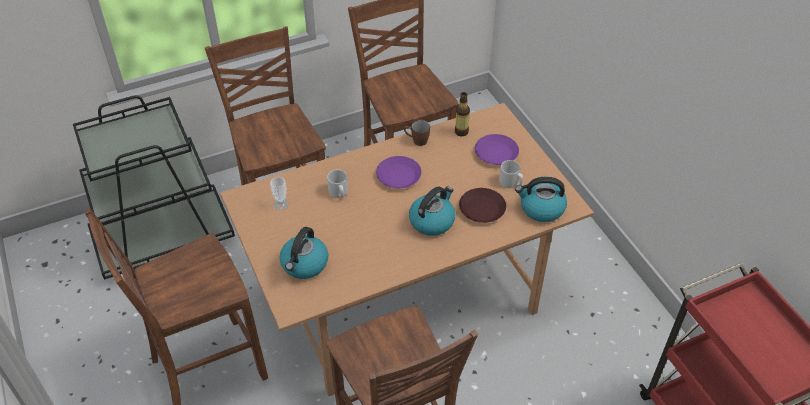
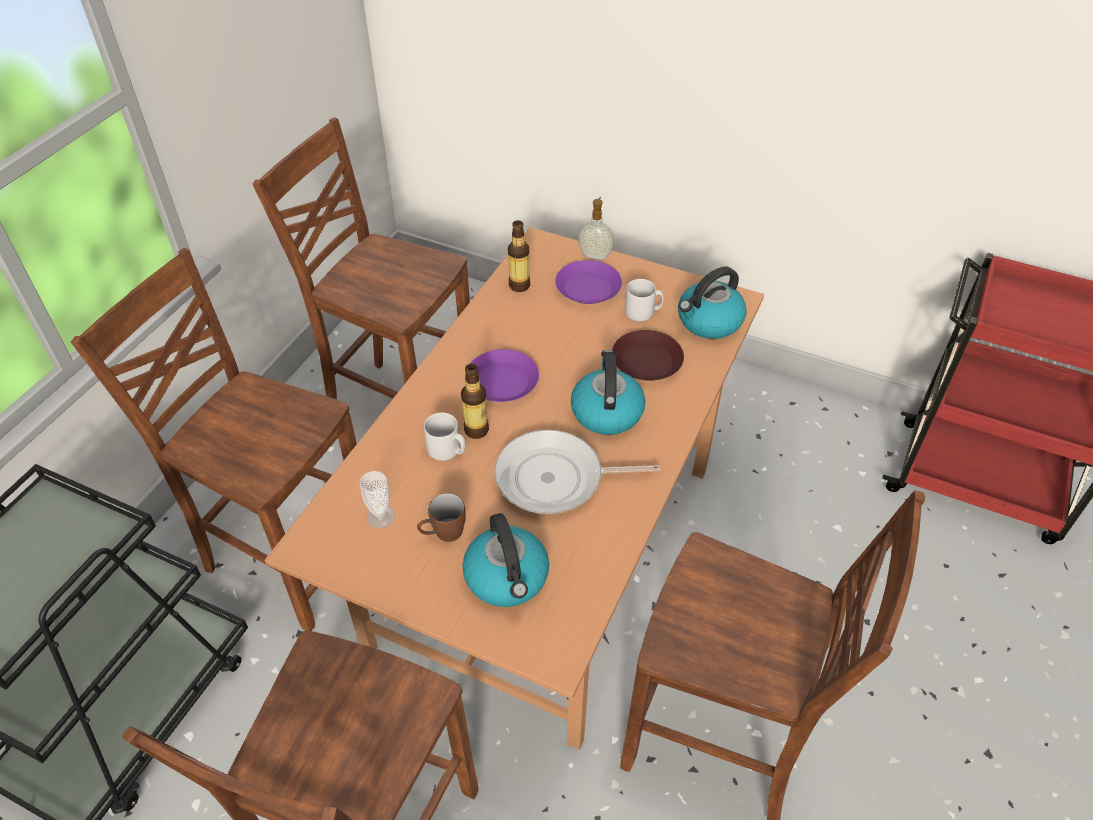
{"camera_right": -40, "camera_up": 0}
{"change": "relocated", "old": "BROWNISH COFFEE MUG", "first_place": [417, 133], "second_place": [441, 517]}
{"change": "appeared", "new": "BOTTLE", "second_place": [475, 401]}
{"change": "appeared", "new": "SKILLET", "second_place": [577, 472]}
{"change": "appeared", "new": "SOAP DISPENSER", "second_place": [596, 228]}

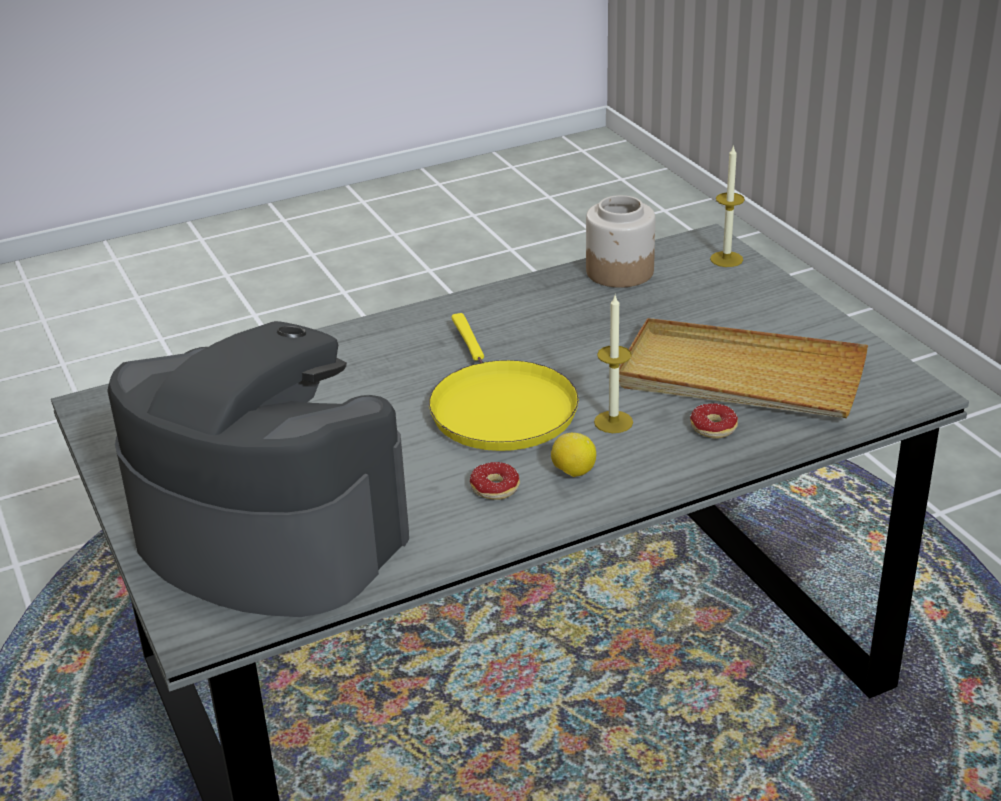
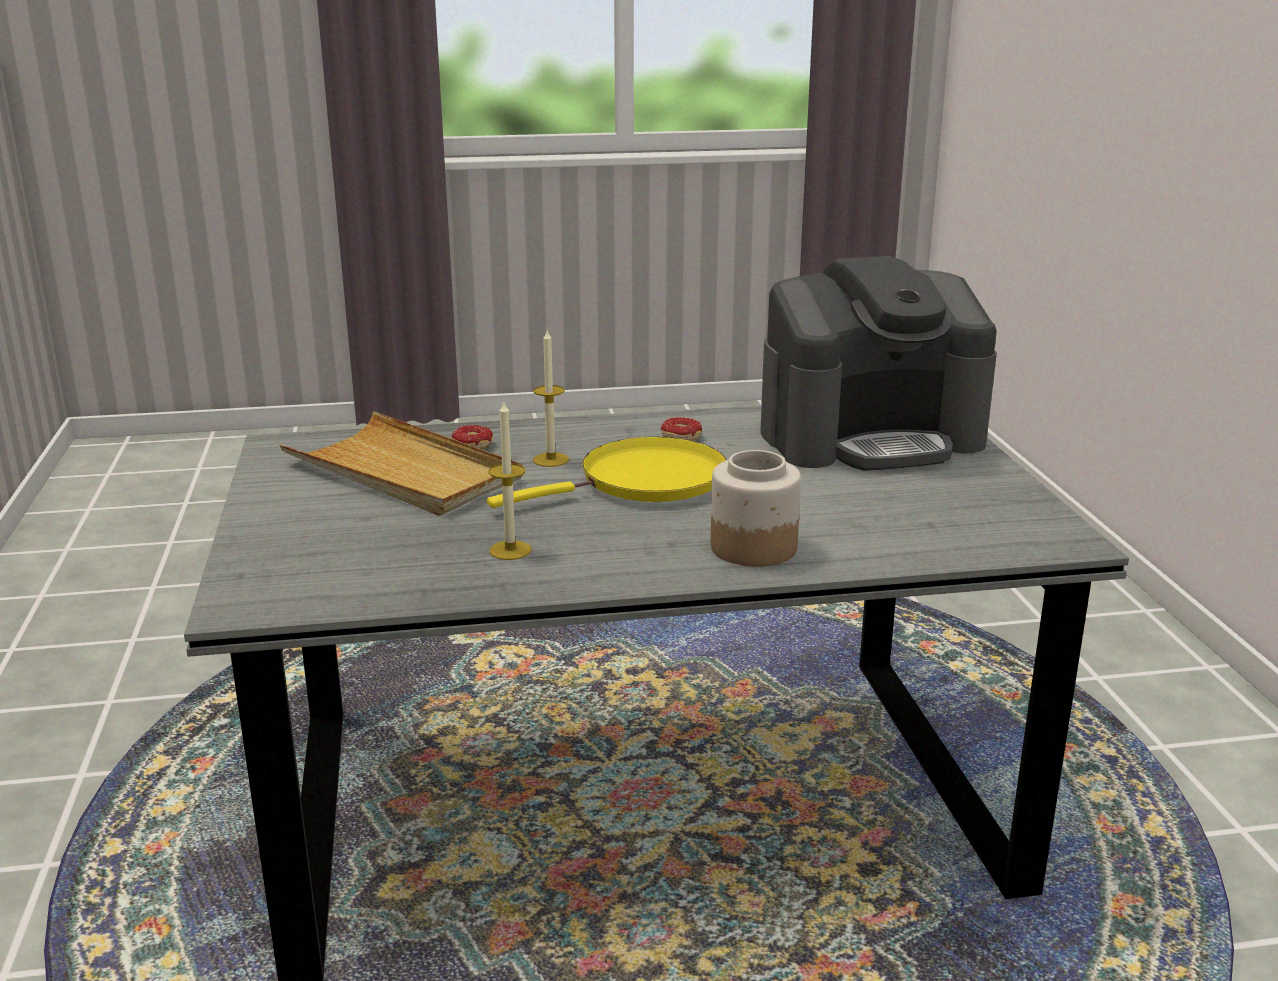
{"camera_right": -165, "camera_up": -10}
{"change": "spun", "old": "COFFEE BREWER", "first_place": [258, 469], "second_place": [878, 363], "degrees": -60}
{"change": "spun", "old": "YELLOW-COLOURED SKILLET", "first_place": [504, 382], "second_place": [606, 472], "degrees": 60}
{"change": "missing", "old": "LEMON", "first_place": [573, 455]}
{"change": "relocated", "old": "PRESERVE JAR", "first_place": [620, 241], "second_place": [756, 508]}
{"change": "relocated", "old": "CANDLE", "first_place": [727, 206], "second_place": [510, 481]}

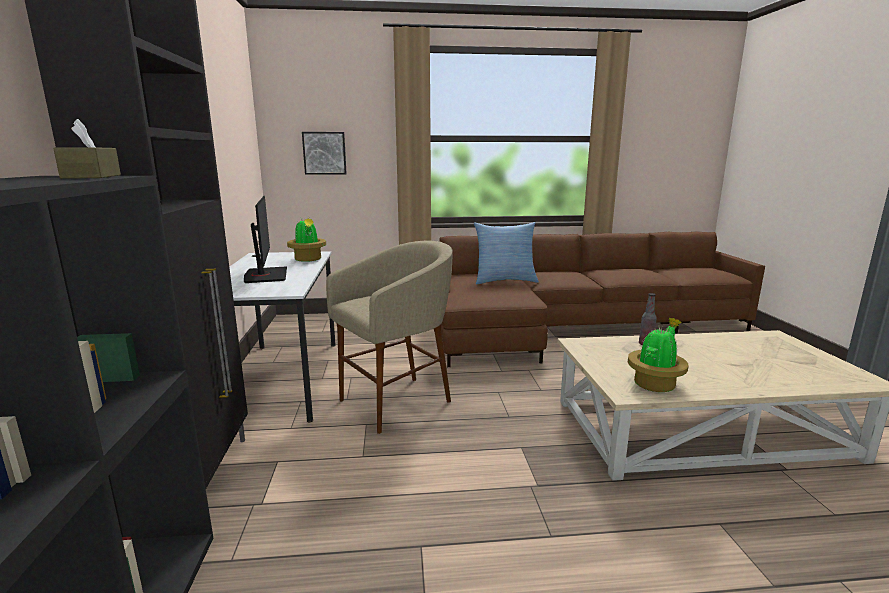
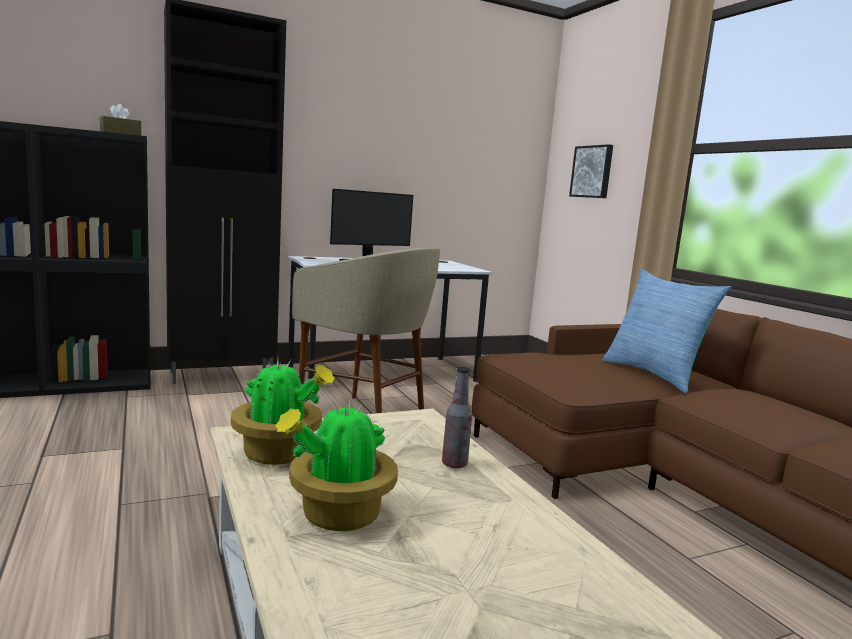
{"camera_right": 70, "camera_up": -5}
{"change": "relocated", "old": "HOUSEPLANT", "first_place": [306, 240], "second_place": [336, 463]}

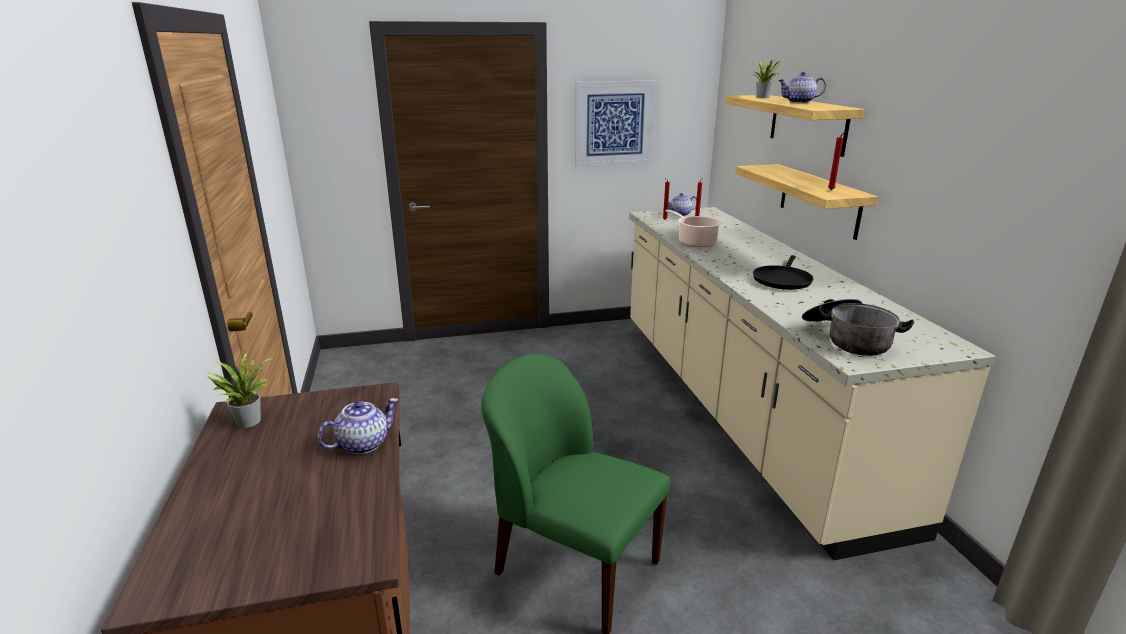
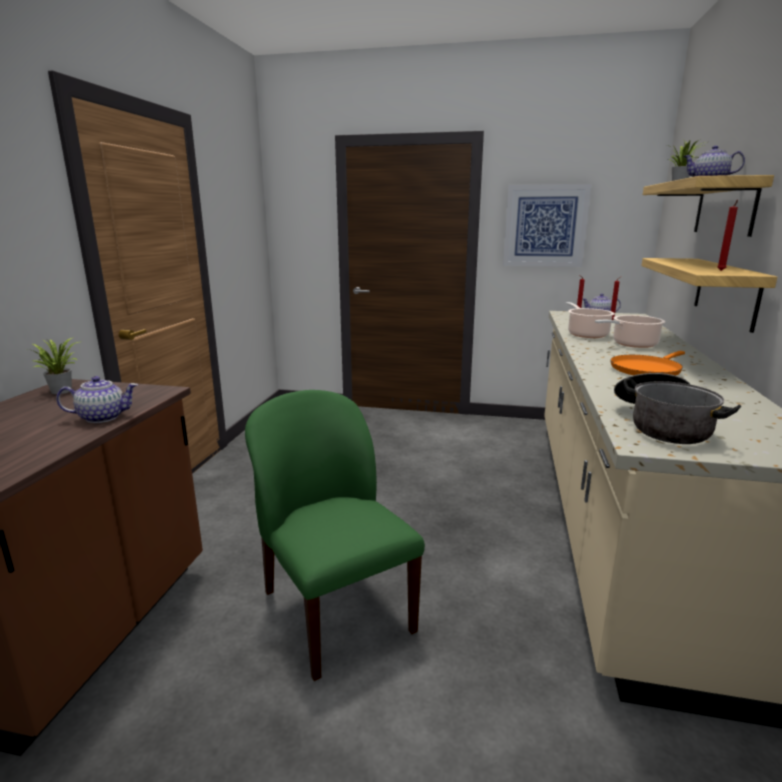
{"camera_right": 25, "camera_up": -5}
{"change": "colour", "old": "BLACKISH SKILLET", "new": "ORANGE-COLOURED SKILLET", "first_place": [783, 272], "second_place": [647, 363]}
{"change": "appeared", "new": "COOKING POT", "second_place": [630, 331]}

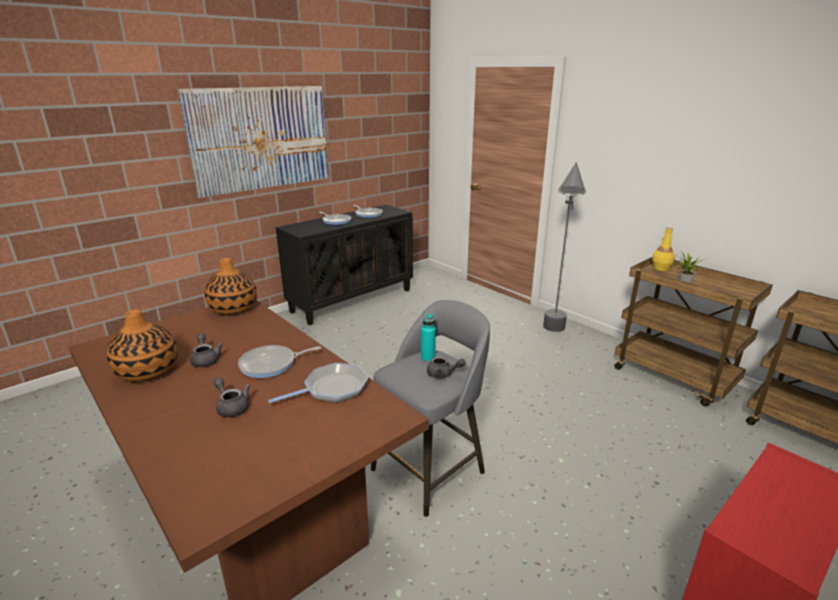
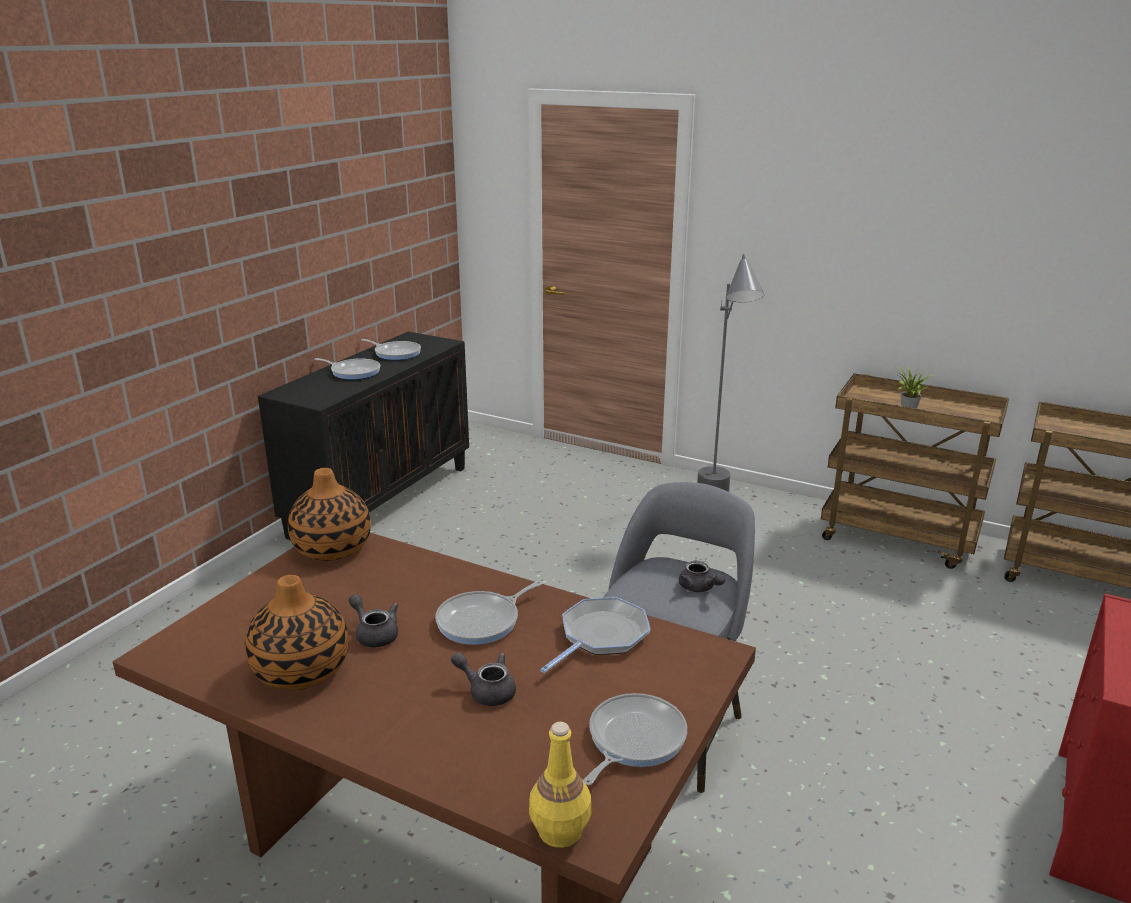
{"camera_right": -20, "camera_up": 0}
{"change": "missing", "old": "PICTURE", "first_place": [253, 142]}
{"change": "missing", "old": "BLUE-GREEN BOTTLE", "first_place": [428, 338]}
{"change": "spun", "old": "GRAY POT FOR TEA", "first_place": [446, 367], "second_place": [702, 576], "degrees": 60}
{"change": "relocated", "old": "YELLOW-COLOURED BOTTLE", "first_place": [663, 249], "second_place": [560, 785]}
{"change": "appeared", "new": "SKILLET", "second_place": [635, 739]}

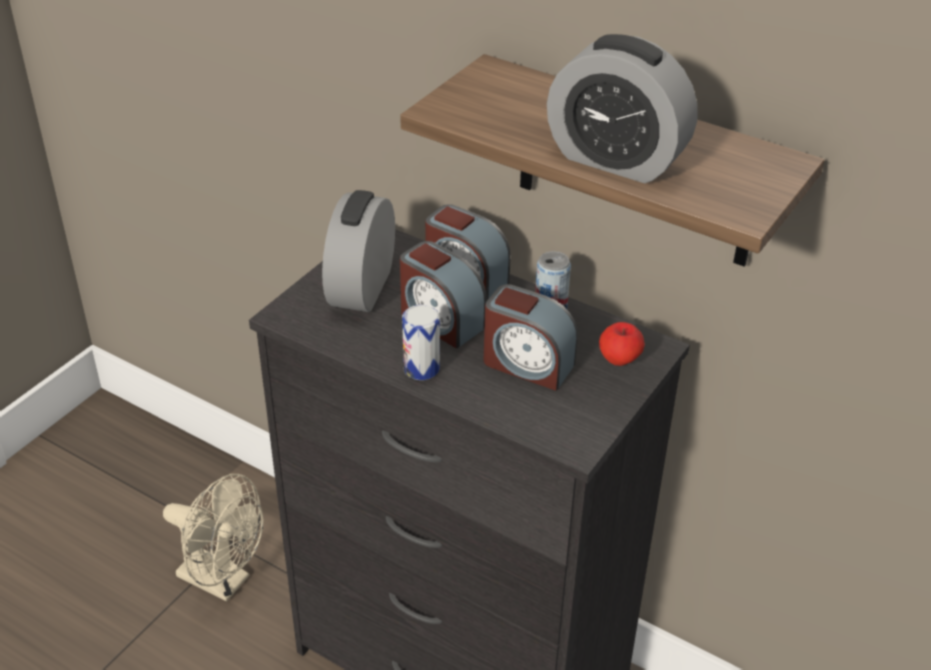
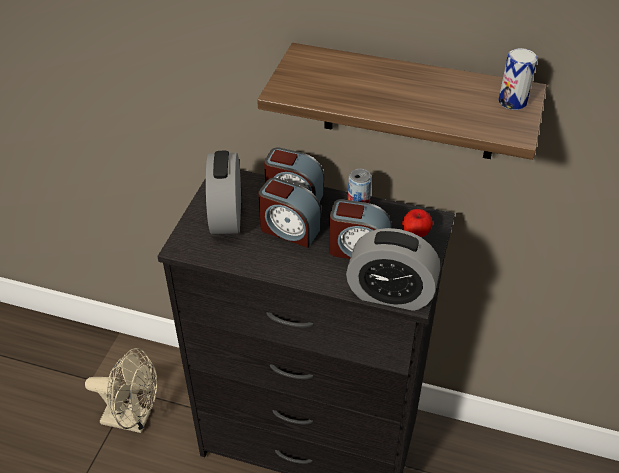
{"camera_right": -15, "camera_up": 5}
{"change": "relocated", "old": "CAN", "first_place": [421, 342], "second_place": [518, 79]}
{"change": "relocated", "old": "ALARM CLOCK", "first_place": [622, 108], "second_place": [393, 269]}

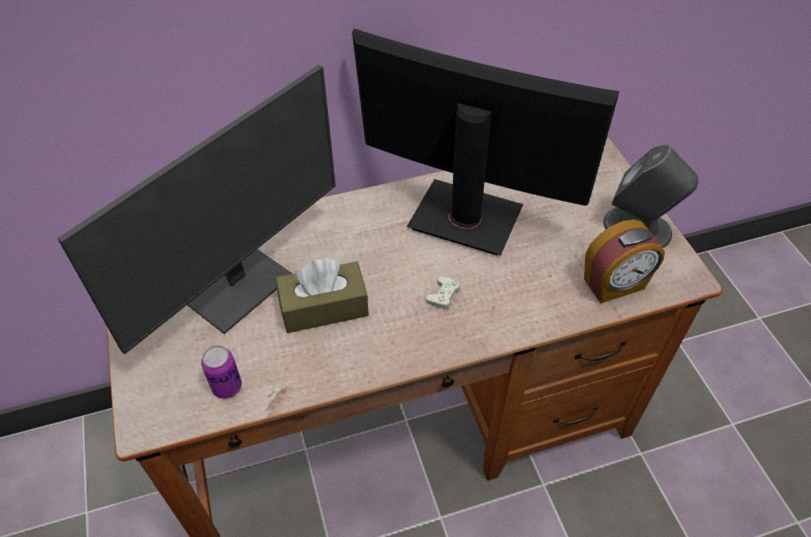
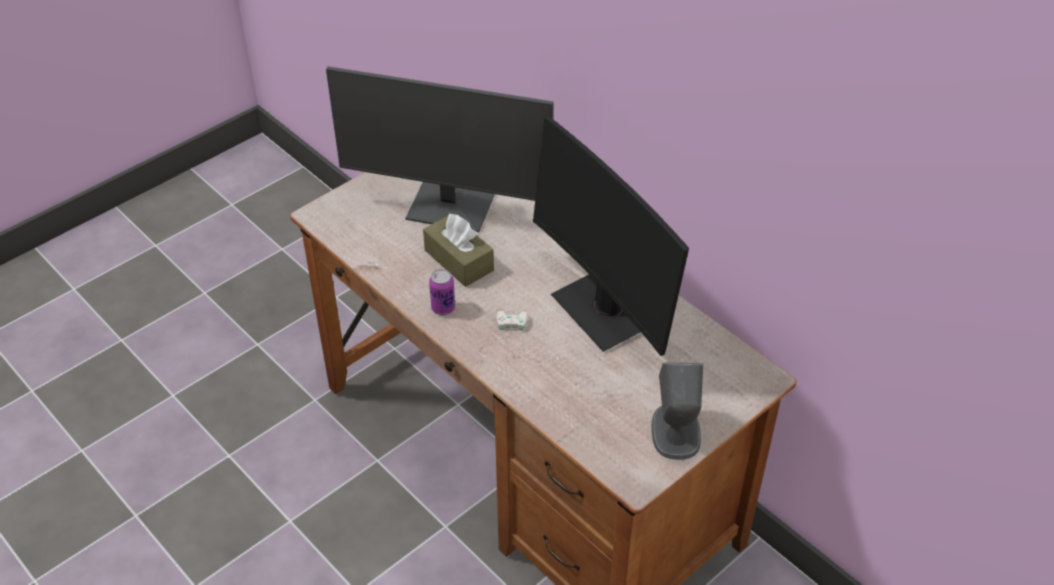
{"camera_right": 65, "camera_up": -5}
{"change": "relocated", "old": "CAN", "first_place": [221, 372], "second_place": [442, 292]}
{"change": "spun", "old": "COMPUTER SCREEN", "first_place": [485, 142], "second_place": [611, 236], "degrees": 150}
{"change": "missing", "old": "ALARM CLOCK", "first_place": [624, 261]}

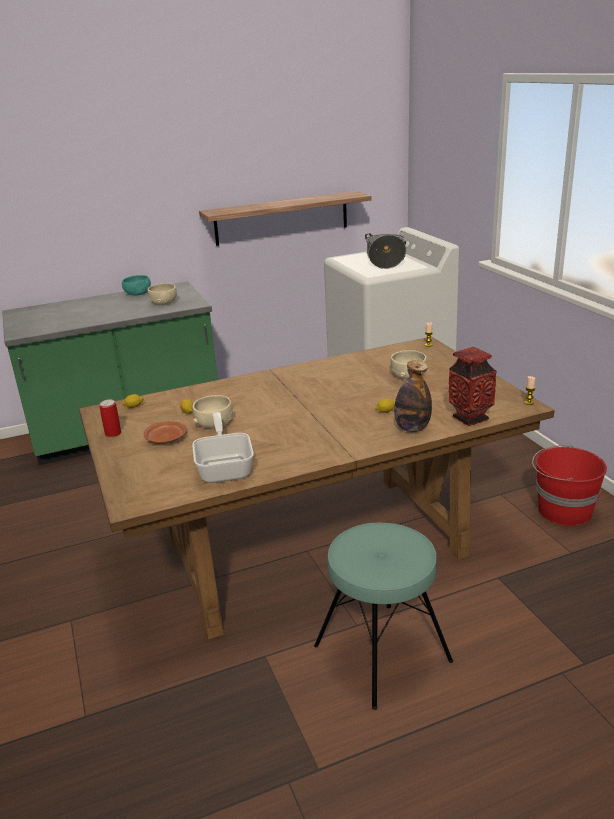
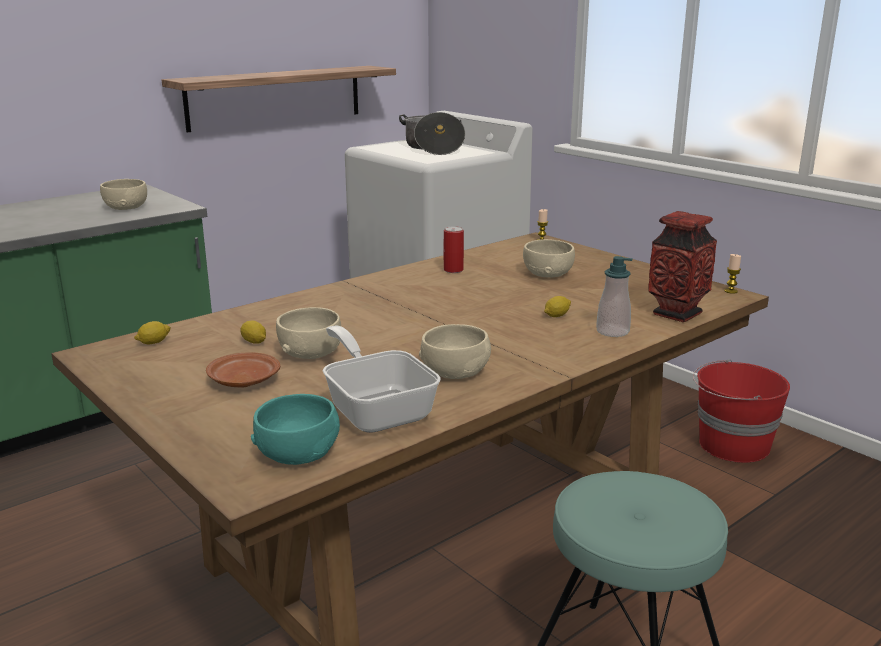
{"camera_right": -20, "camera_up": -5}
{"change": "relocated", "old": "CAN", "first_place": [110, 418], "second_place": [453, 249]}
{"change": "relocated", "old": "BLUE-GREEN DEEP DISH", "first_place": [136, 285], "second_place": [295, 429]}
{"change": "exchanged", "old": "BOTTLE", "new": "SOAP DISPENSER", "first_place": [413, 396], "second_place": [614, 296]}
{"change": "appeared", "new": "SAND-COLOURED DEEP DISH", "second_place": [455, 351]}

